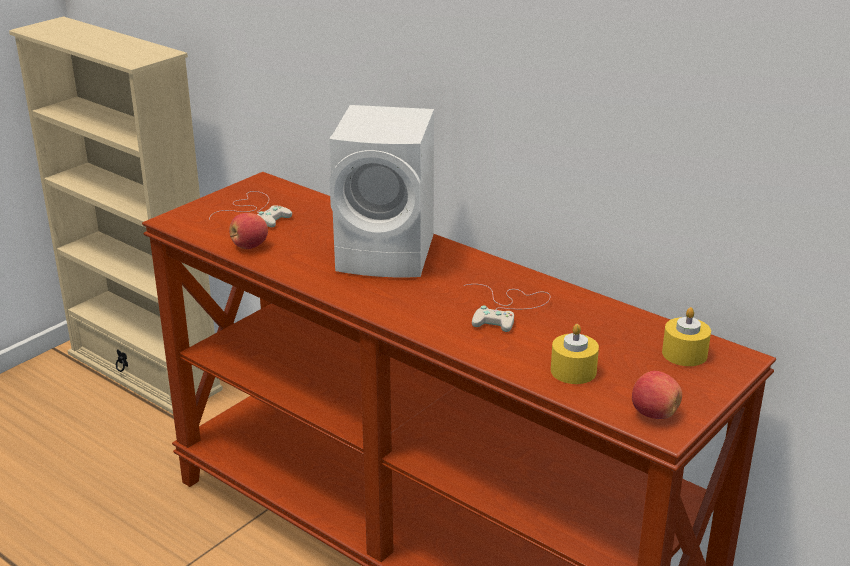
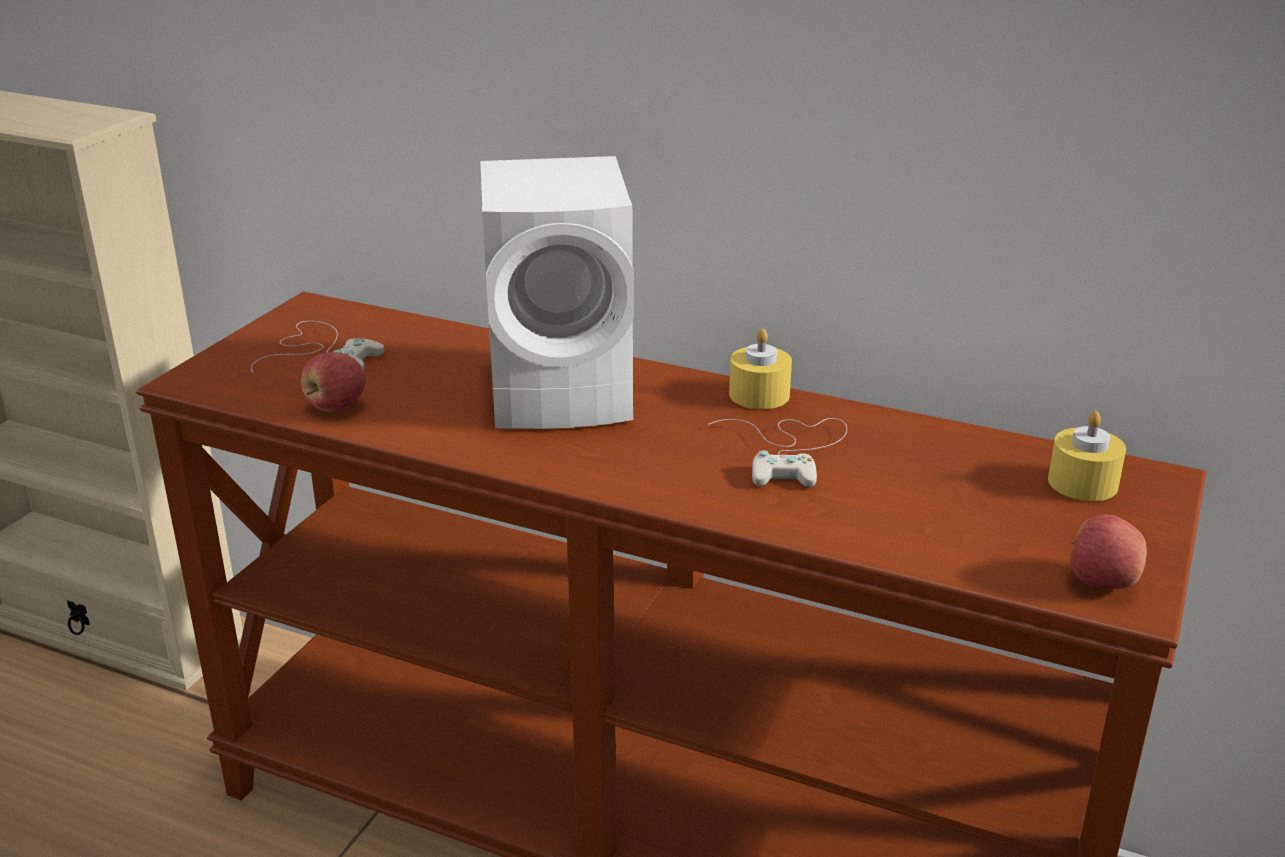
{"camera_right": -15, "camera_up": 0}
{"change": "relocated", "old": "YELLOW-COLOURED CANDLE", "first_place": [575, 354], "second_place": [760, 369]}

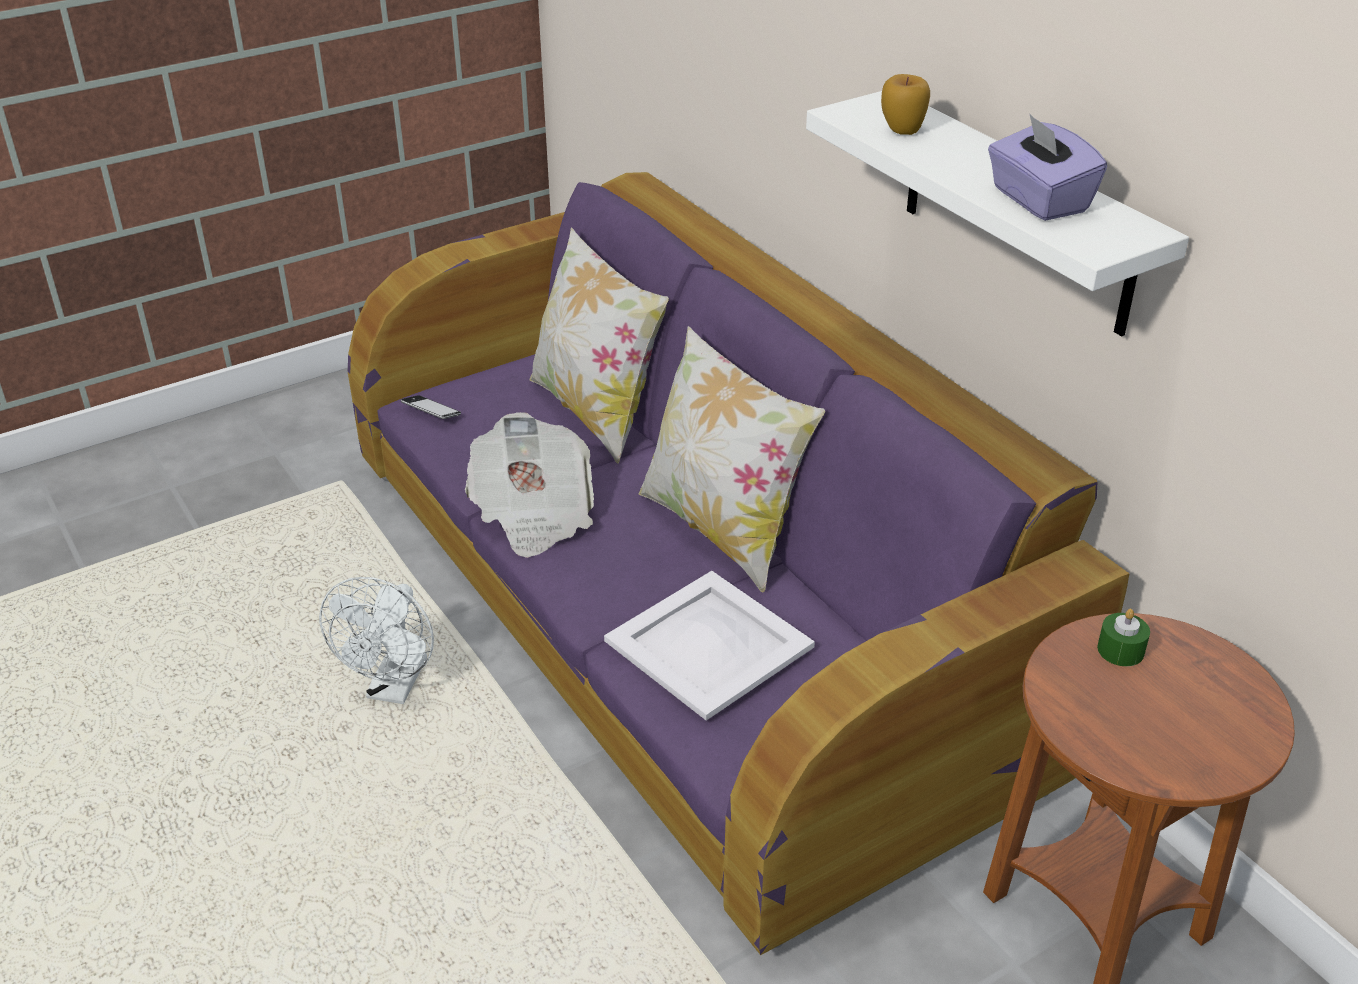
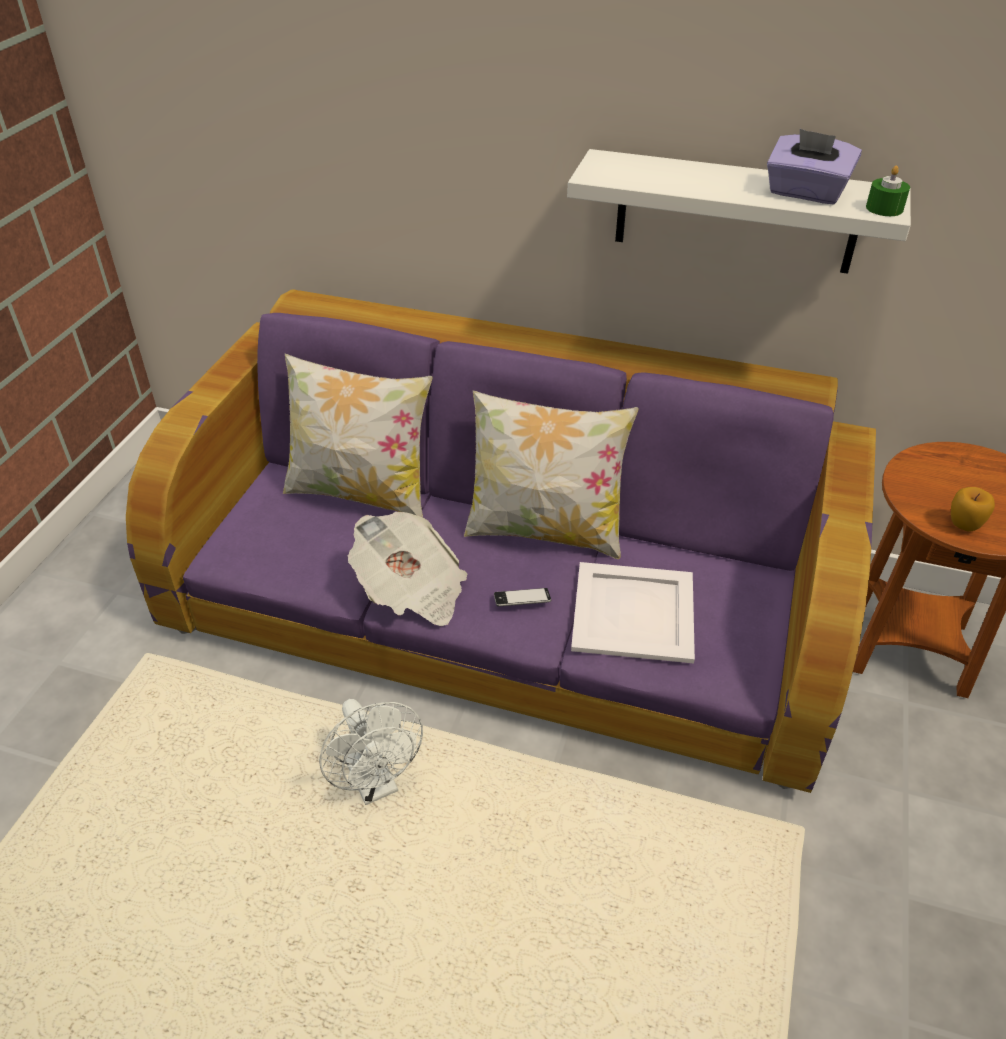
{"camera_right": -40, "camera_up": 5}
{"change": "relocated", "old": "PHONE", "first_place": [431, 407], "second_place": [522, 597]}
{"change": "relocated", "old": "APPLE", "first_place": [905, 104], "second_place": [973, 509]}
{"change": "relocated", "old": "GREEN CANDLE", "first_place": [1123, 637], "second_place": [888, 191]}

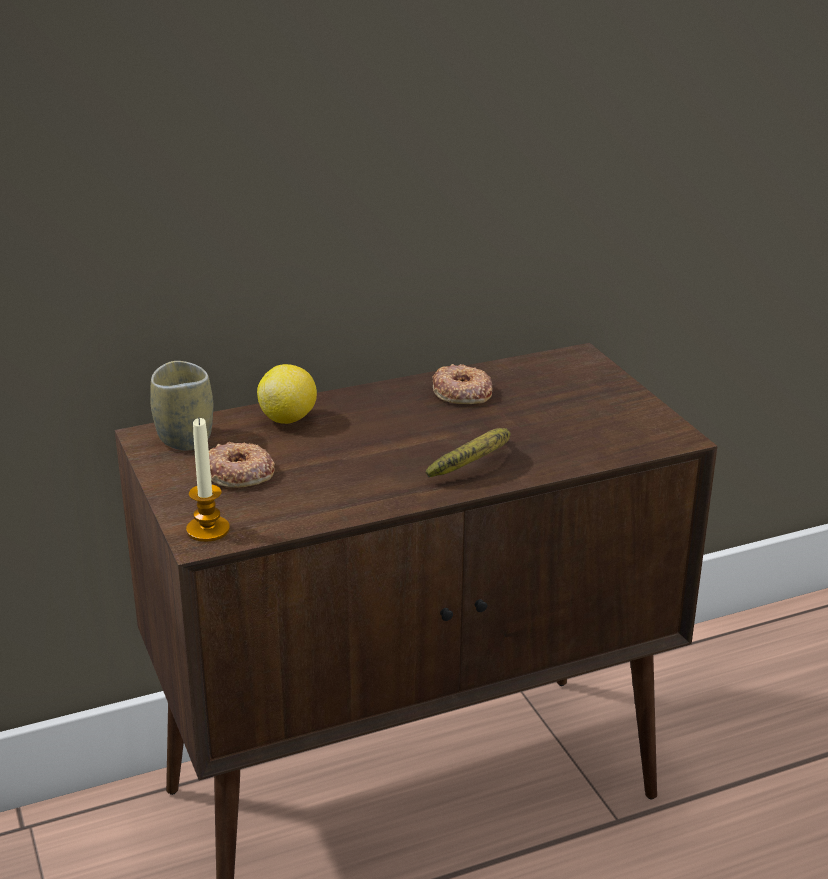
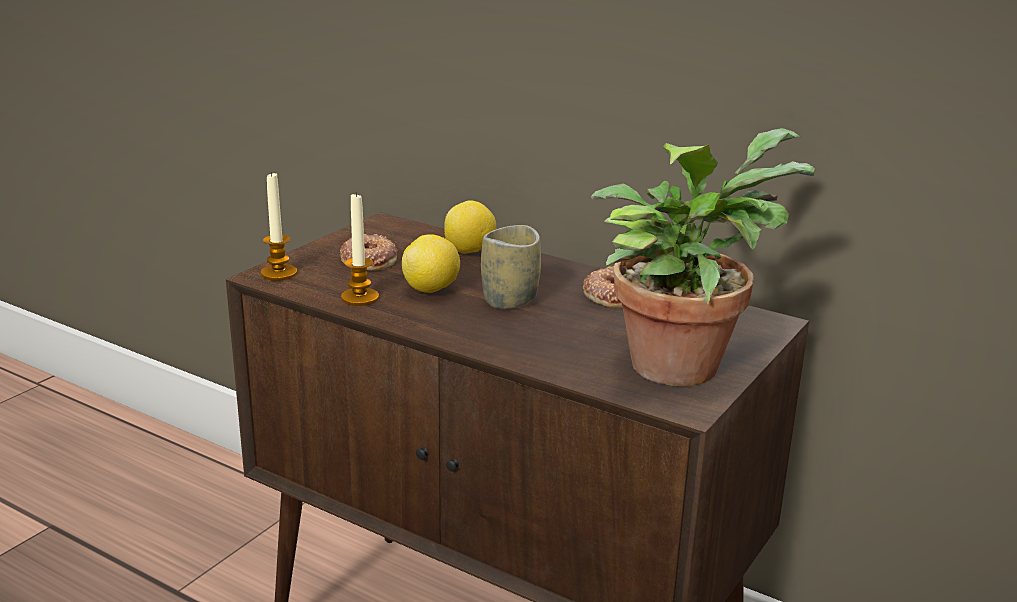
{"camera_right": 55, "camera_up": -5}
{"change": "relocated", "old": "CUP", "first_place": [181, 405], "second_place": [511, 267]}
{"change": "missing", "old": "BANANA", "first_place": [468, 452]}
{"change": "appeared", "new": "CANDLE", "second_place": [360, 249]}
{"change": "appeared", "new": "LEMON", "second_place": [431, 263]}
{"change": "appeared", "new": "HOUSEPLANT", "second_place": [703, 257]}

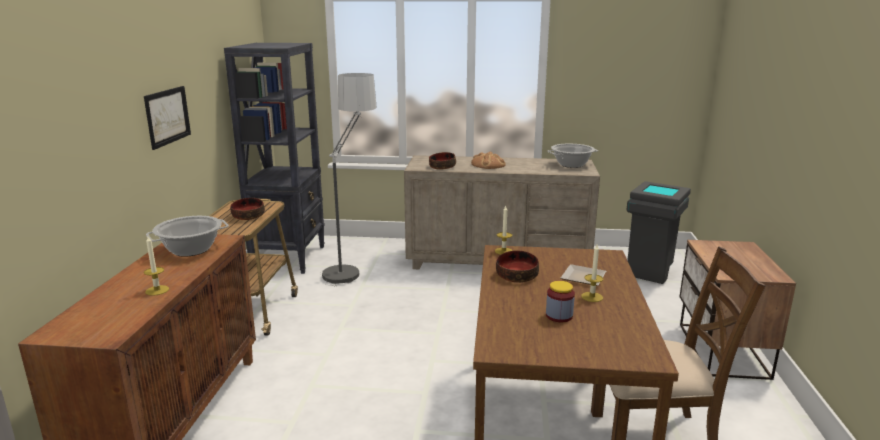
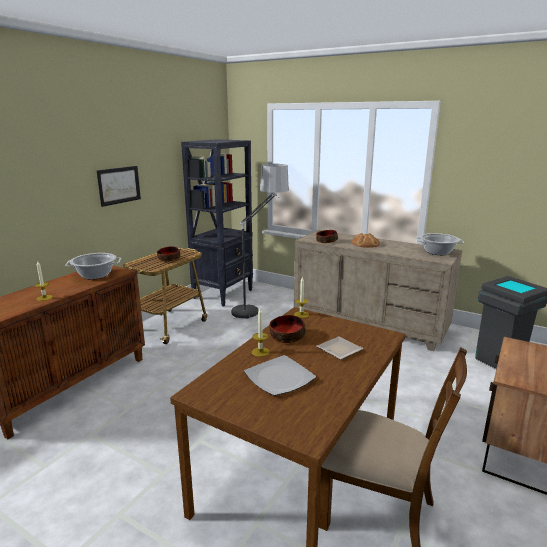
{"camera_right": 25, "camera_up": 0}
{"change": "exchanged", "old": "PRESERVE JAR", "new": "PLATE", "first_place": [560, 301], "second_place": [280, 375]}
{"change": "relocated", "old": "CANDLE", "first_place": [592, 273], "second_place": [261, 332]}

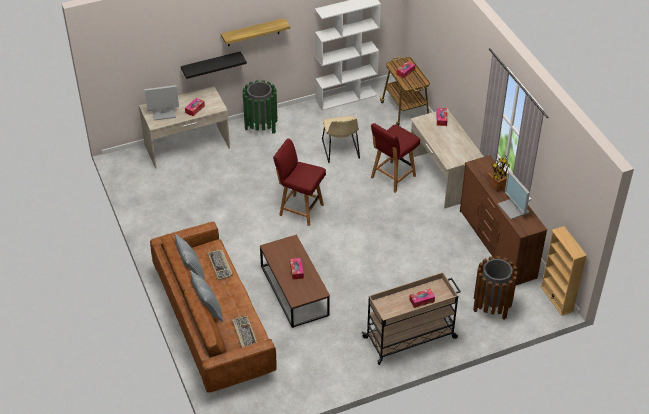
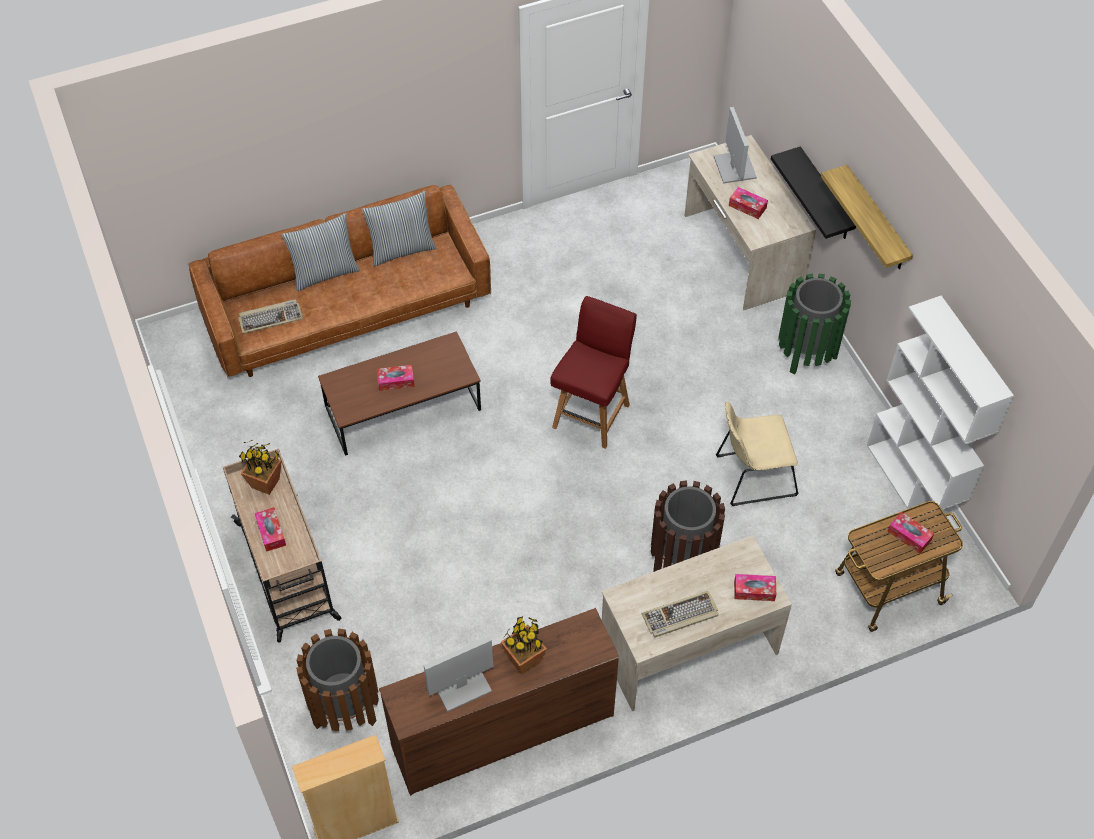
{"camera_right": 90, "camera_up": 10}
{"change": "relocated", "old": "COMPUTER KEYBOARD", "first_place": [220, 264], "second_place": [679, 614]}
{"change": "exchanged", "old": "RED-COLOURED UPRIGHT CHAIR", "new": "BROWNISH TRASH CAN", "first_place": [395, 158], "second_place": [688, 526]}
{"change": "appeared", "new": "HOUSEPLANT", "second_place": [260, 467]}

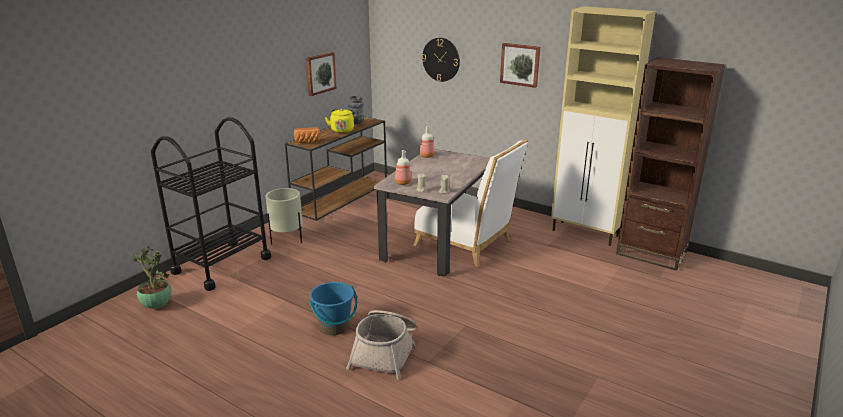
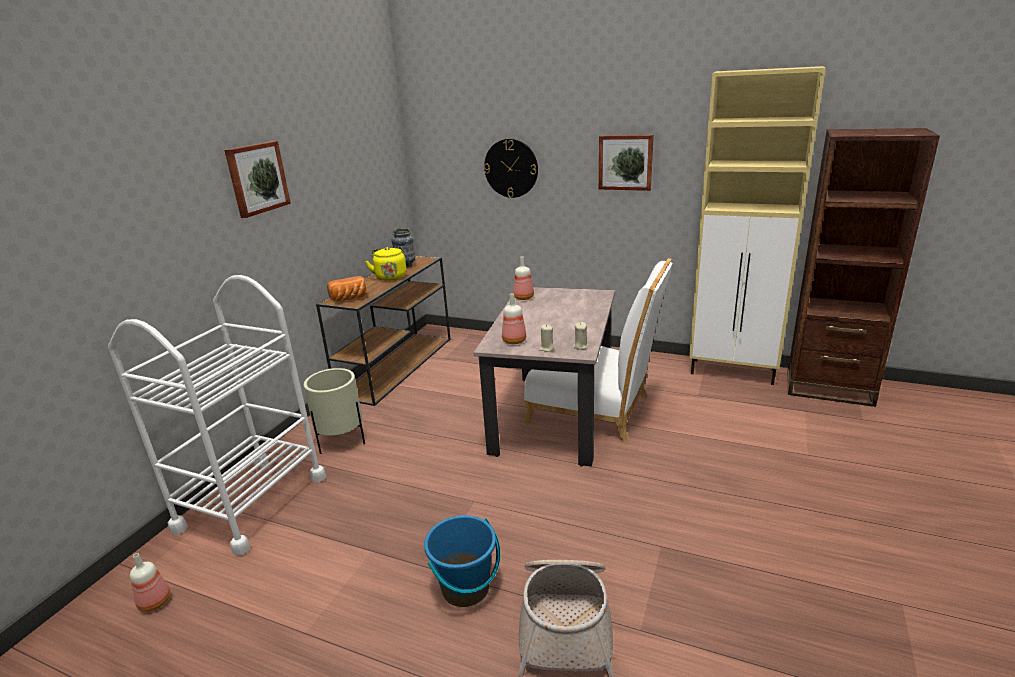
{"camera_right": -10, "camera_up": 0}
{"change": "exchanged", "old": "HOUSEPLANT", "new": "BOTTLE", "first_place": [152, 277], "second_place": [150, 582]}
{"change": "colour", "old": "BLACKISH WHEELED CART", "new": "WHITE WHEELED CART", "first_place": [211, 204], "second_place": [217, 415]}
{"change": "relocated", "old": "PICTURE", "first_place": [321, 74], "second_place": [257, 179]}

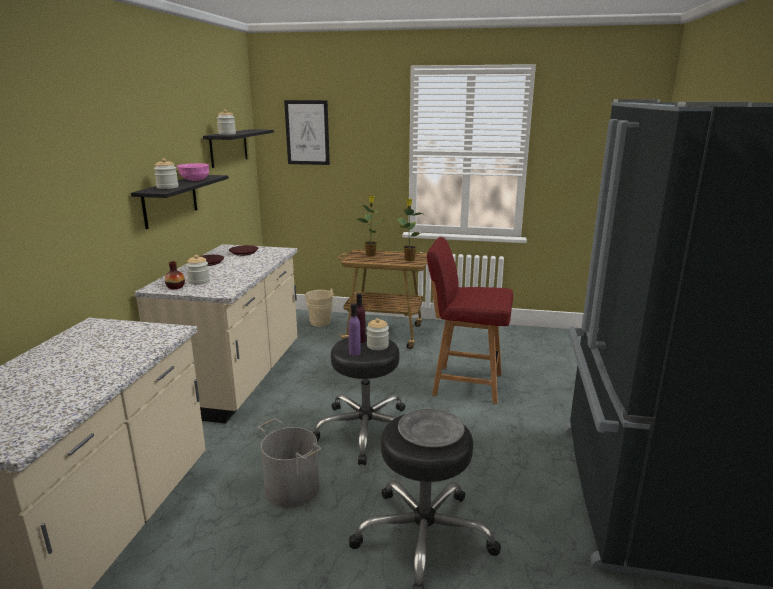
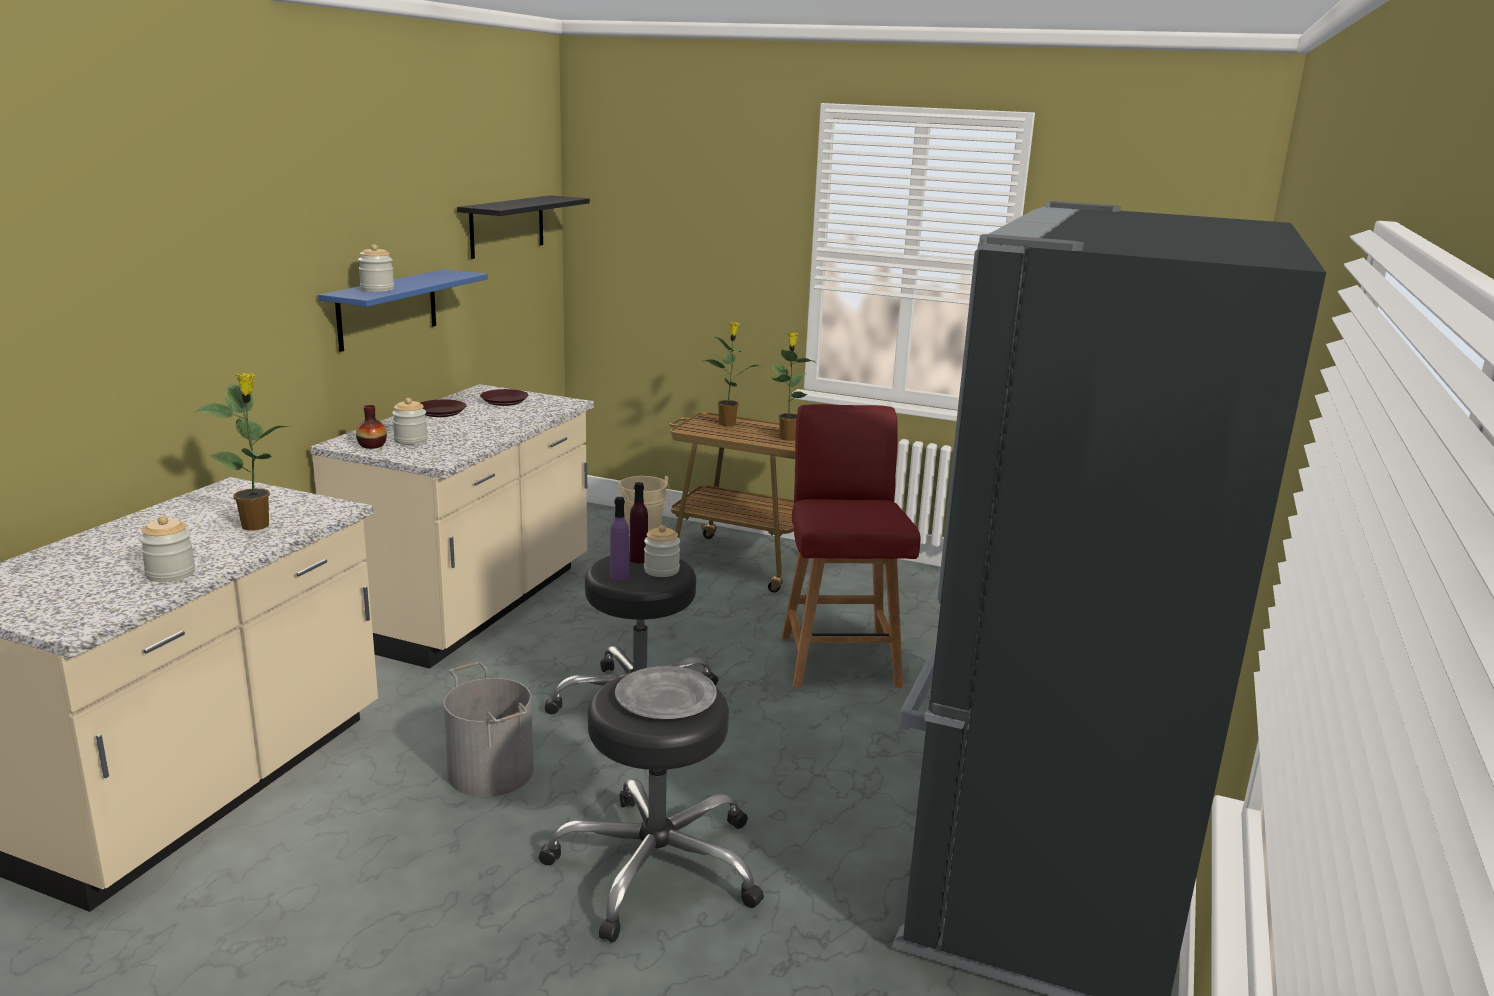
{"camera_right": 10, "camera_up": 0}
{"change": "colour", "old": "BLACKISH BRACKET SHELF", "new": "BLUE BRACKET SHELF", "first_place": [180, 202], "second_place": [403, 310]}
{"change": "missing", "old": "PINKISH DEEP DISH", "first_place": [193, 172]}
{"change": "relocated", "old": "PRESERVE JAR", "first_place": [226, 122], "second_place": [167, 549]}
{"change": "missing", "old": "PICTURE", "first_place": [307, 132]}
{"change": "spun", "old": "RED-COLOURED UPRIGHT CHAIR", "first_place": [470, 320], "second_place": [851, 546], "degrees": 60}
{"change": "appeared", "new": "HOUSEPLANT", "second_place": [242, 452]}

